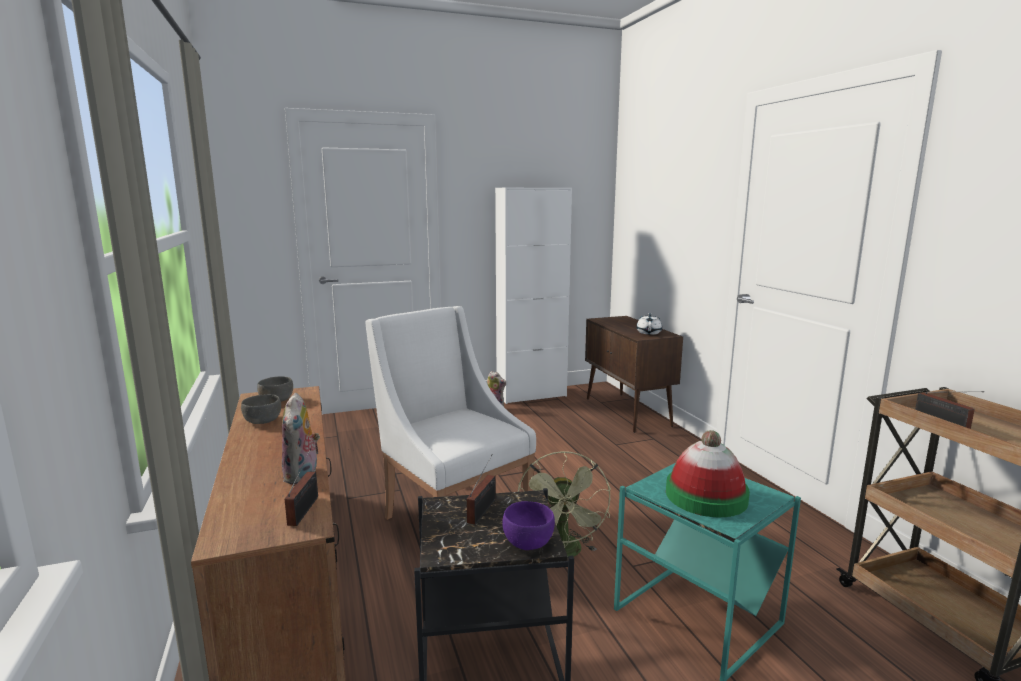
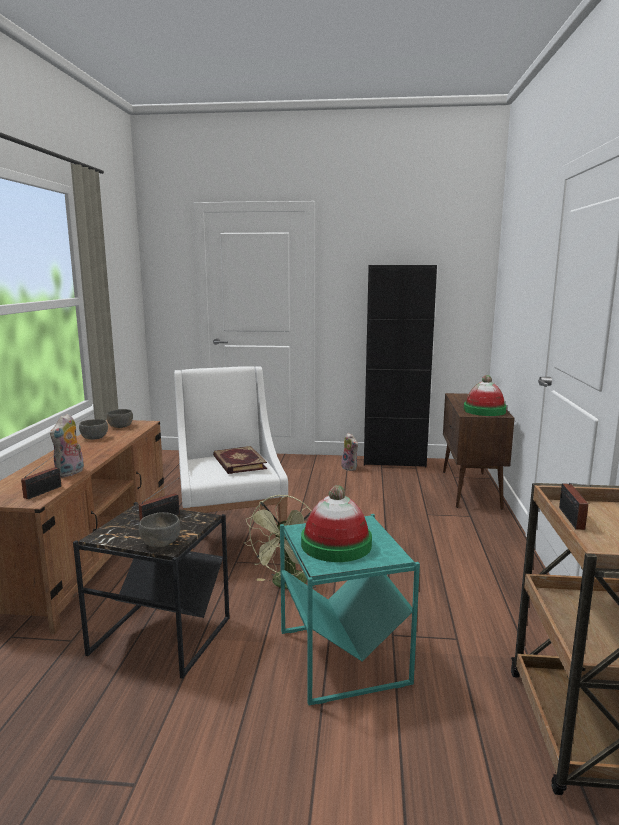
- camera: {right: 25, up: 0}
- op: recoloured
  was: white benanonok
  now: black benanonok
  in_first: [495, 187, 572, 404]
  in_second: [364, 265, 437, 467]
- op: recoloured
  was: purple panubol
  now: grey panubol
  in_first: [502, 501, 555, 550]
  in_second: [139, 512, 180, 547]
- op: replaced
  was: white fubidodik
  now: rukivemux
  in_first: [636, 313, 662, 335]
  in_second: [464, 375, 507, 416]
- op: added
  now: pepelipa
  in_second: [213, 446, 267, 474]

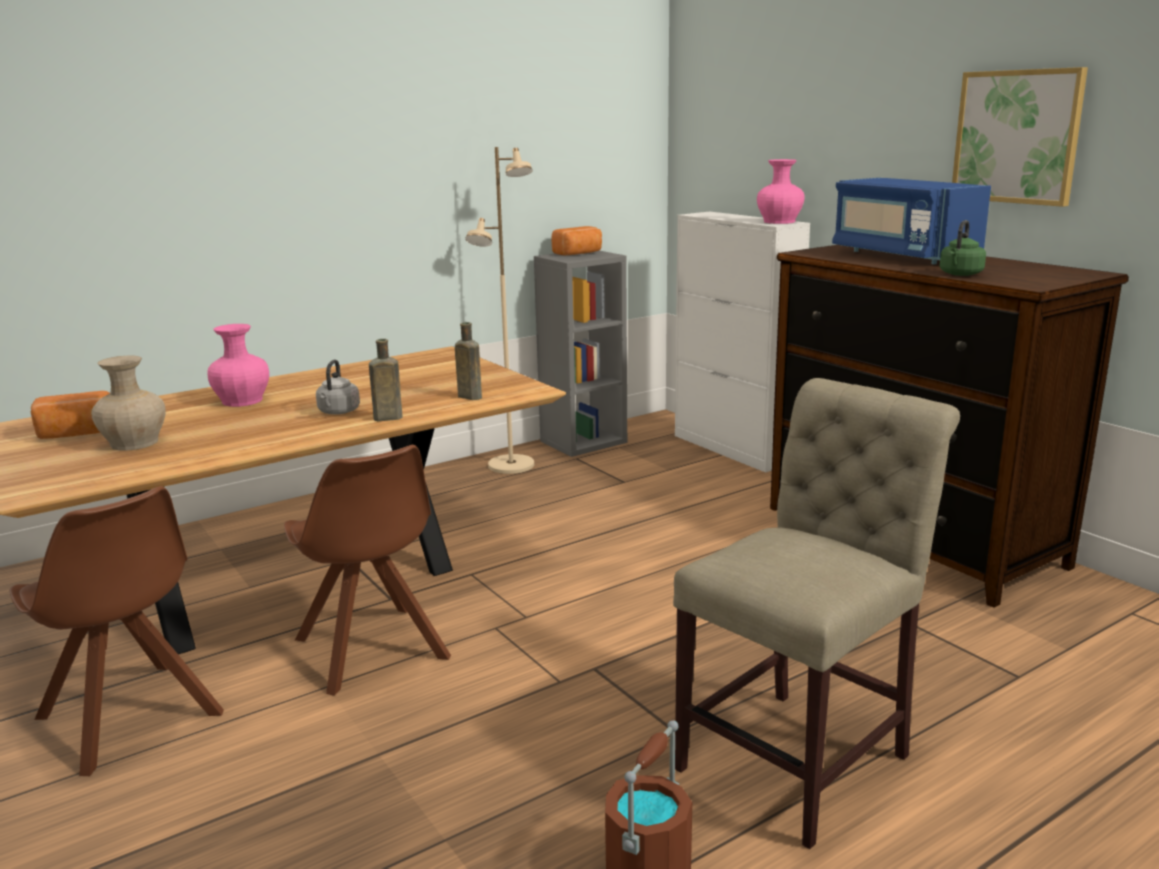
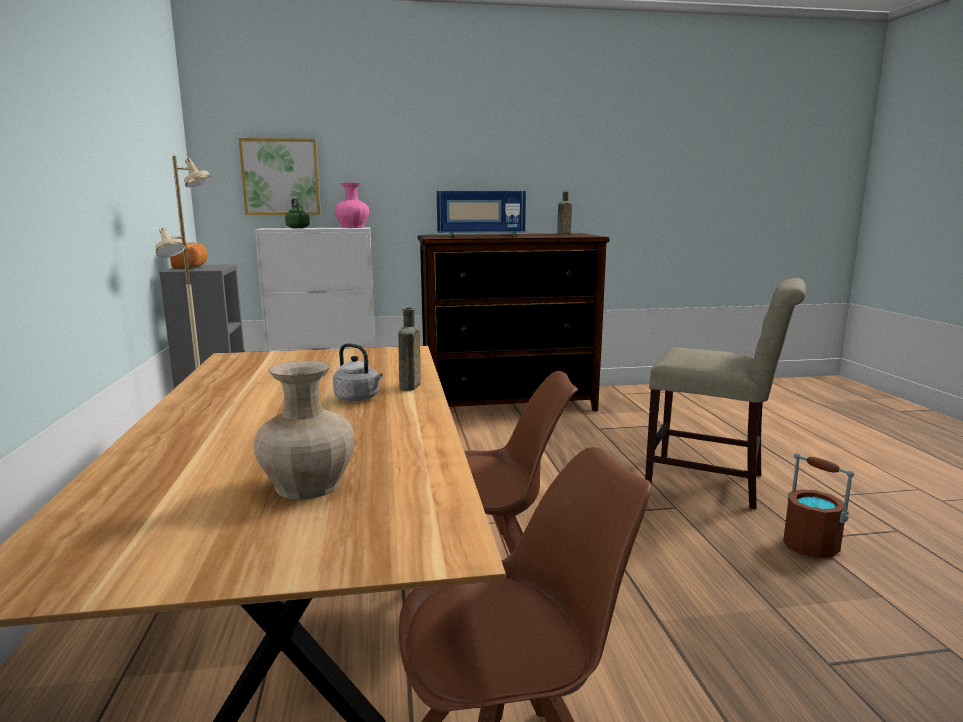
- camera: {right: -65, up: -5}
- op: removed
  was: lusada
  in_first: [31, 391, 110, 439]
- op: removed
  was: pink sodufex
  in_first: [207, 324, 269, 407]
- op: moved
  was: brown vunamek
  in_first: [455, 322, 482, 400]
  in_second: [557, 191, 572, 235]
- op: turned
  was: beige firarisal
  in_first: [673, 378, 960, 849]
  in_second: [645, 278, 806, 509]
  clockwise: 135
- op: moved
  was: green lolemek
  in_first: [940, 220, 986, 276]
  in_second: [285, 198, 310, 228]
- op: moved
  was: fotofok
  in_first: [952, 67, 1088, 207]
  in_second: [238, 138, 321, 215]

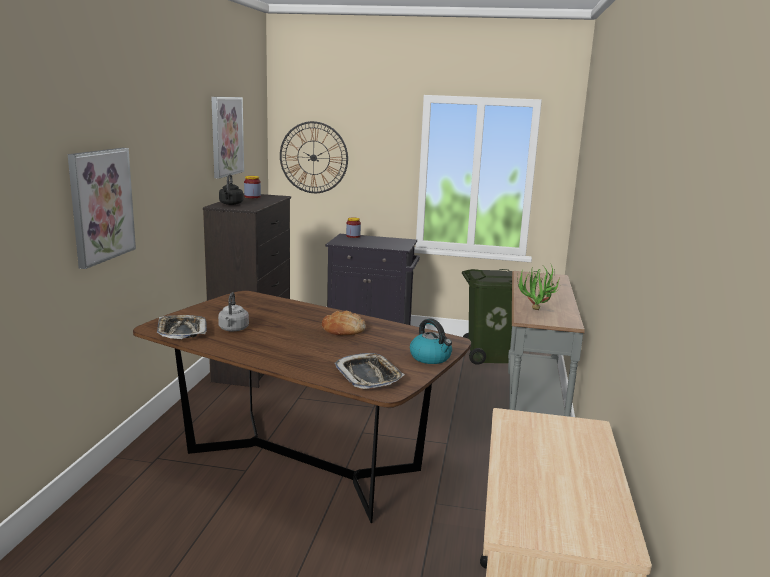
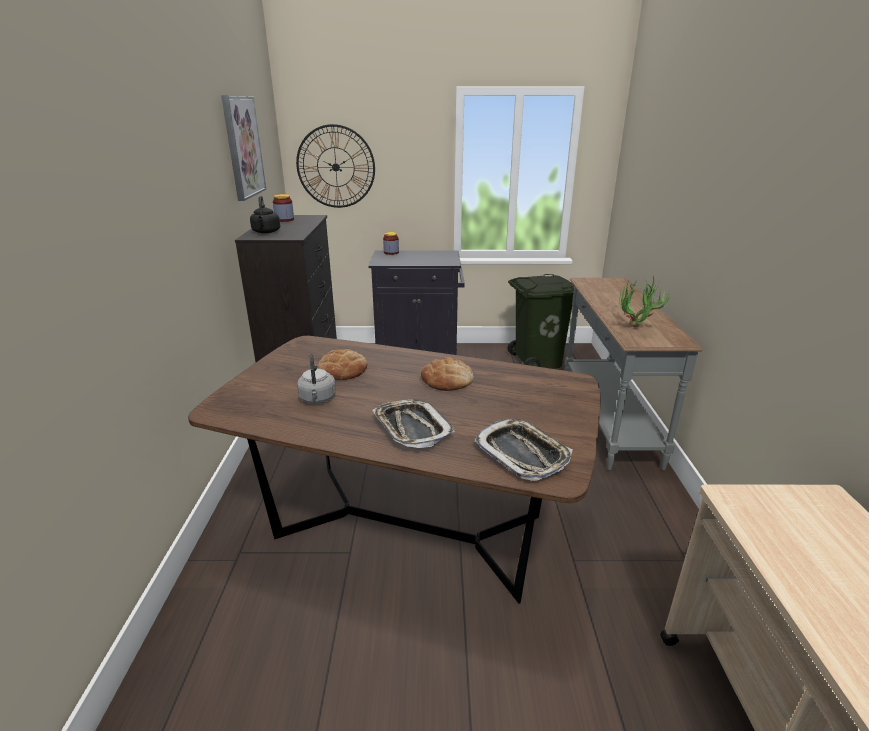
- camera: {right: -10, up: 10}
- op: removed
  was: fotofok
  in_first: [68, 148, 136, 269]
- op: moved
  was: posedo
  in_first: [157, 315, 207, 339]
  in_second: [372, 399, 455, 448]
- op: removed
  was: lolemek
  in_first: [410, 319, 452, 364]
- op: added
  now: lusada
  in_second: [318, 349, 368, 380]

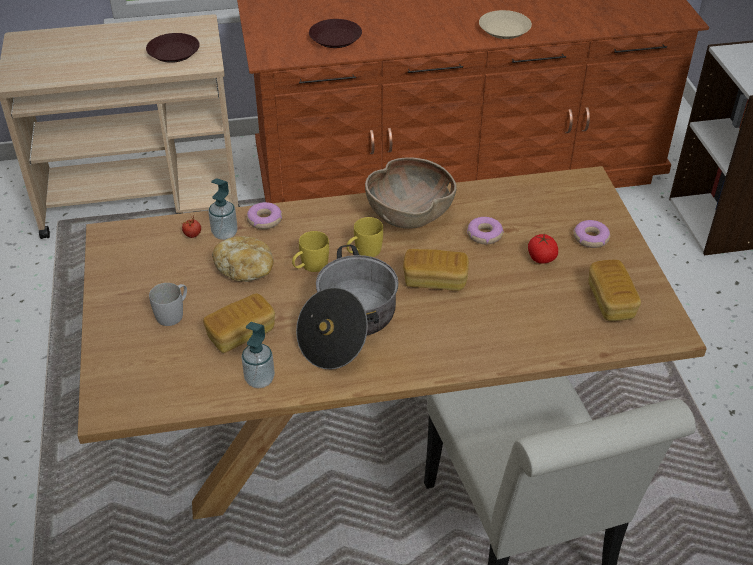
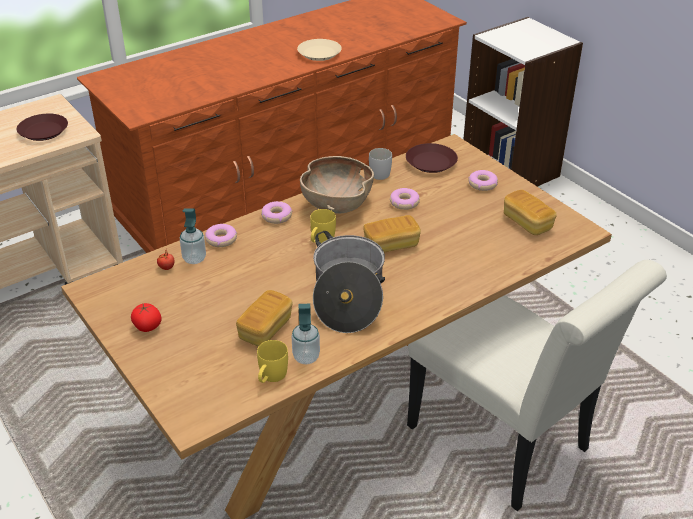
- camera: {right: -25, up: -5}
- op: moved
  was: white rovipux
  in_first: [149, 283, 187, 326]
  in_second: [369, 148, 392, 180]
- op: removed
  was: lusada
  in_first: [212, 236, 274, 282]
- op: moved
  was: yellow rovipux
  in_first: [292, 231, 329, 272]
  in_second: [257, 340, 288, 383]
- op: moved
  was: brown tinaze
  in_first: [309, 19, 362, 48]
  in_second: [406, 143, 458, 173]
- op: moved
  was: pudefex
  in_first: [528, 234, 558, 264]
  in_second: [131, 303, 162, 332]
- op: added
  now: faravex
  in_second: [261, 201, 292, 224]

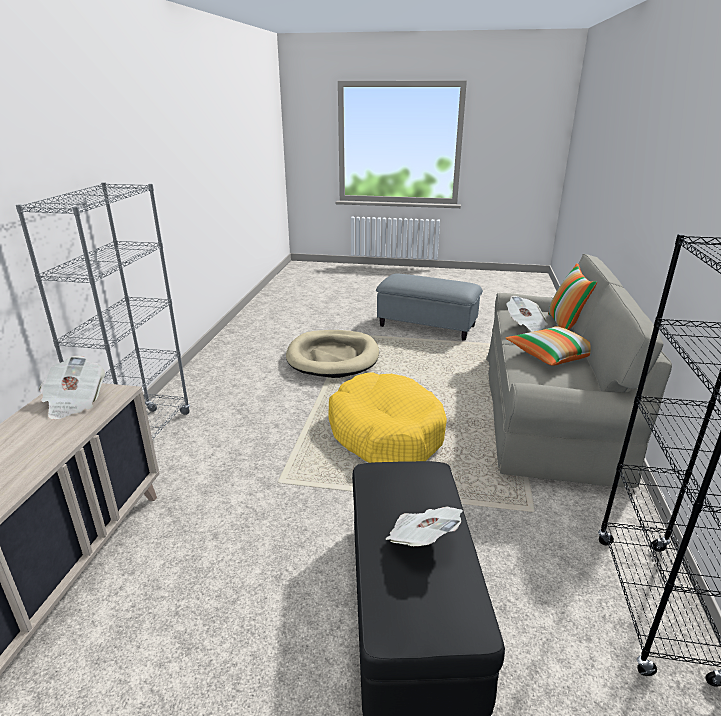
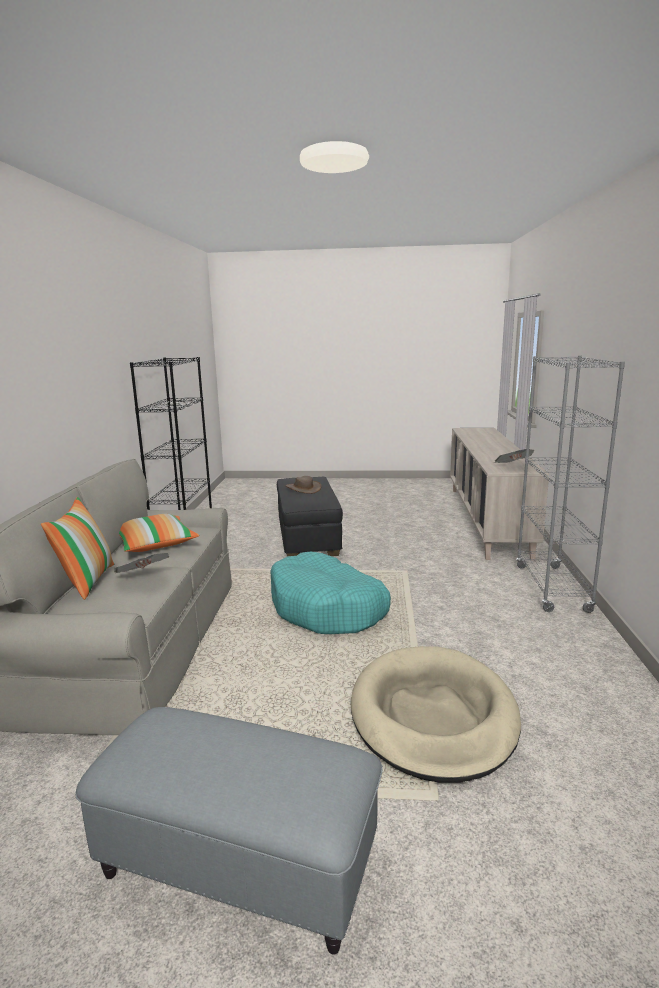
- camera: {right: 175, up: -10}
- op: recoloured
  was: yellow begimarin
  now: turquoise begimarin
  in_first: [329, 372, 447, 463]
  in_second: [270, 552, 391, 634]
- op: replaced
  was: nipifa
  now: brown rukivemux
  in_first: [385, 507, 463, 546]
  in_second: [285, 476, 321, 494]

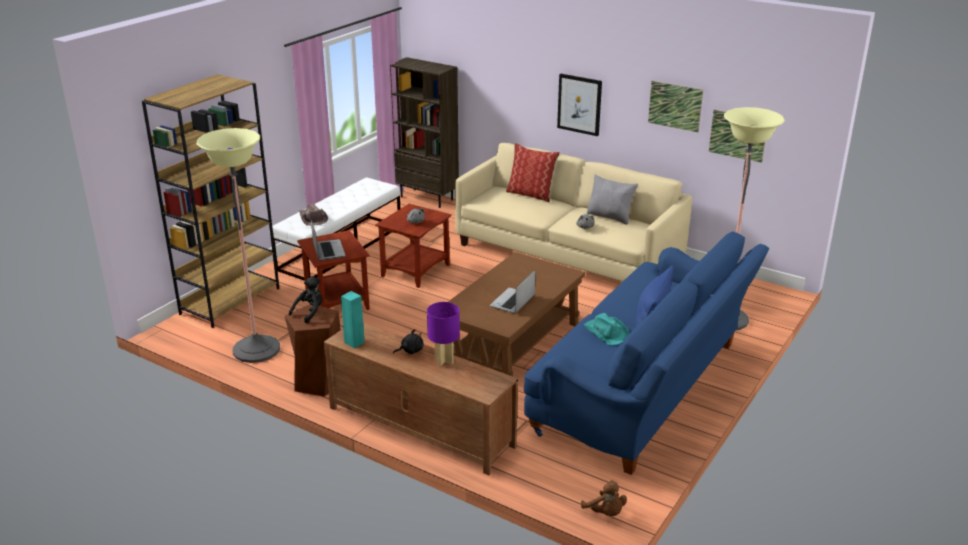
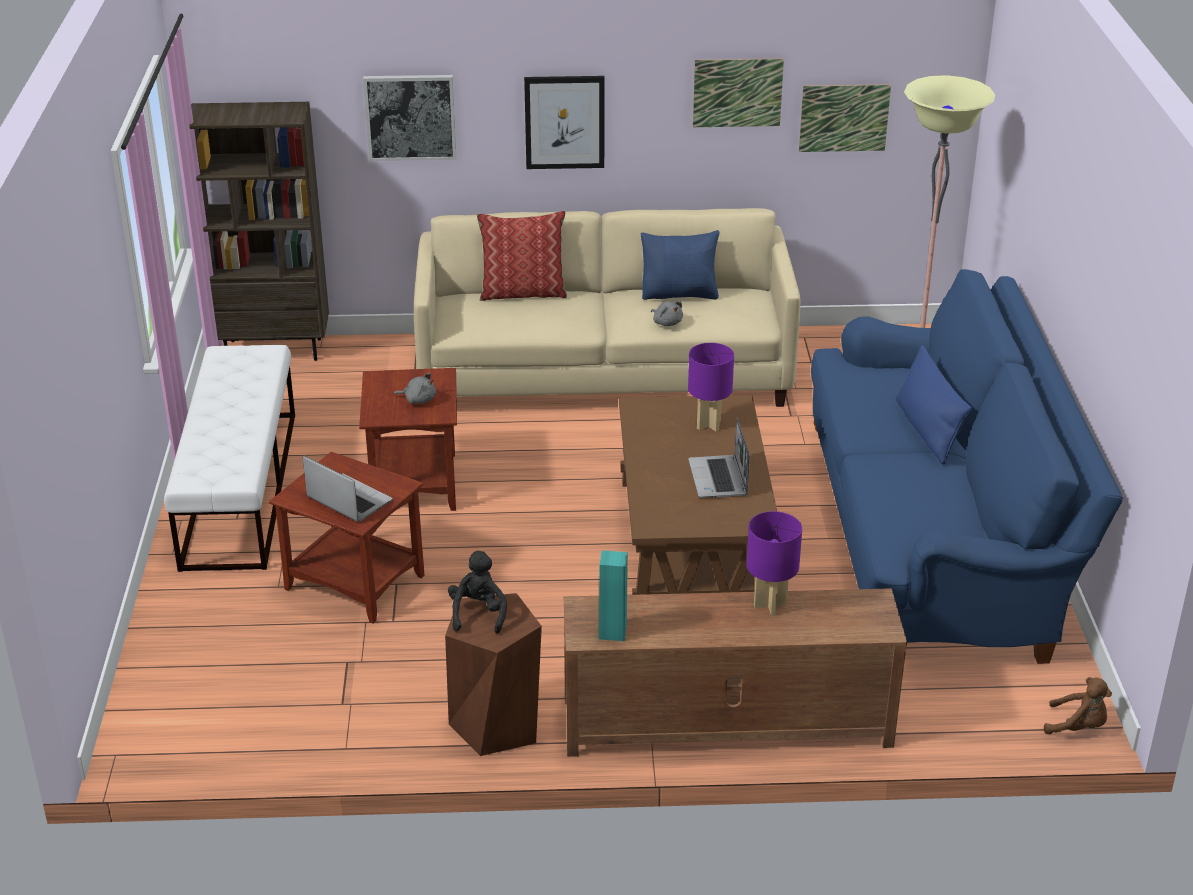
- camera: {right: -35, up: 5}
- op: removed
  was: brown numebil
  in_first: [142, 74, 280, 328]
- op: removed
  was: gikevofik
  in_first: [196, 128, 280, 363]
- op: removed
  was: brown rukivemux
  in_first: [299, 203, 328, 226]
- op: removed
  was: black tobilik
  in_first: [393, 329, 423, 354]
- op: removed
  was: turquoise rukivemux
  in_first: [584, 313, 630, 346]
- op: recoloured
  was: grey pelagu
  now: blue pelagu
  in_first: [587, 174, 638, 225]
  in_second: [641, 230, 719, 300]
- op: added
  now: fotofok
  in_second: [363, 75, 457, 161]
- op: added
  now: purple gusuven
  in_second: [688, 343, 734, 431]

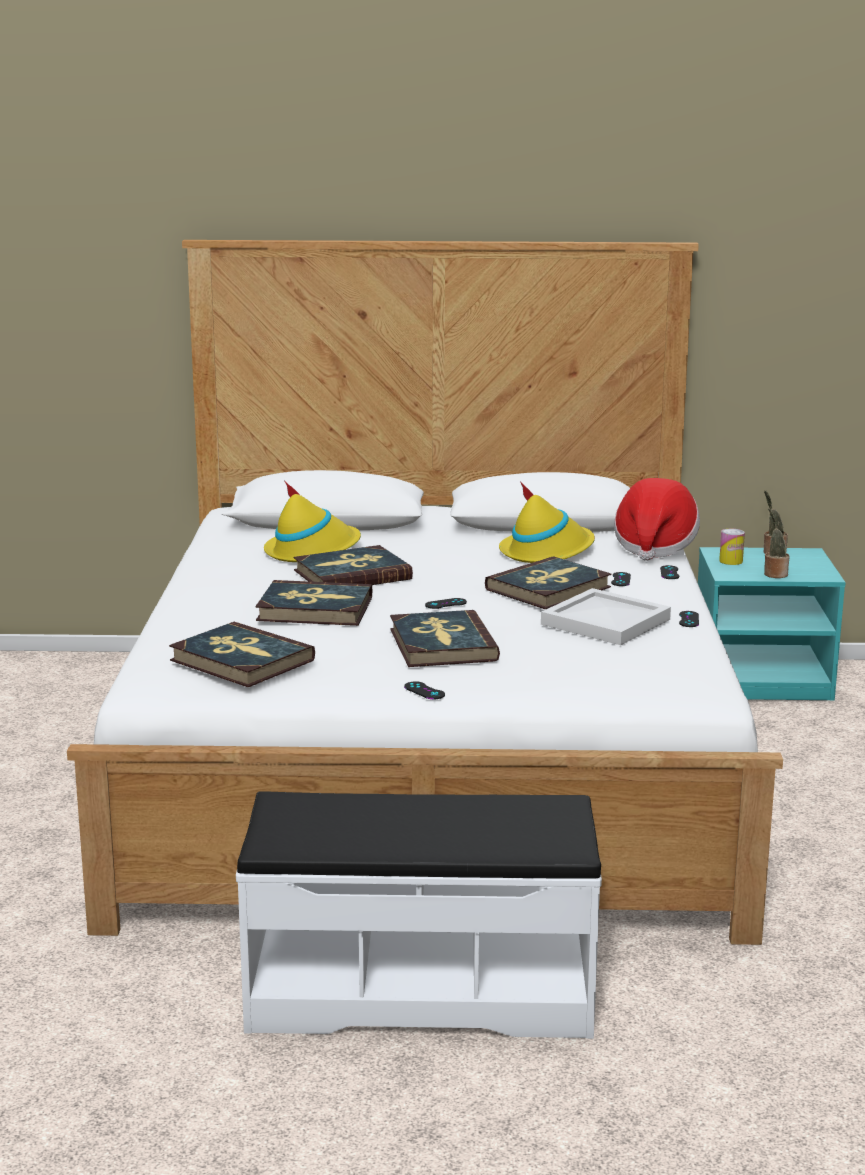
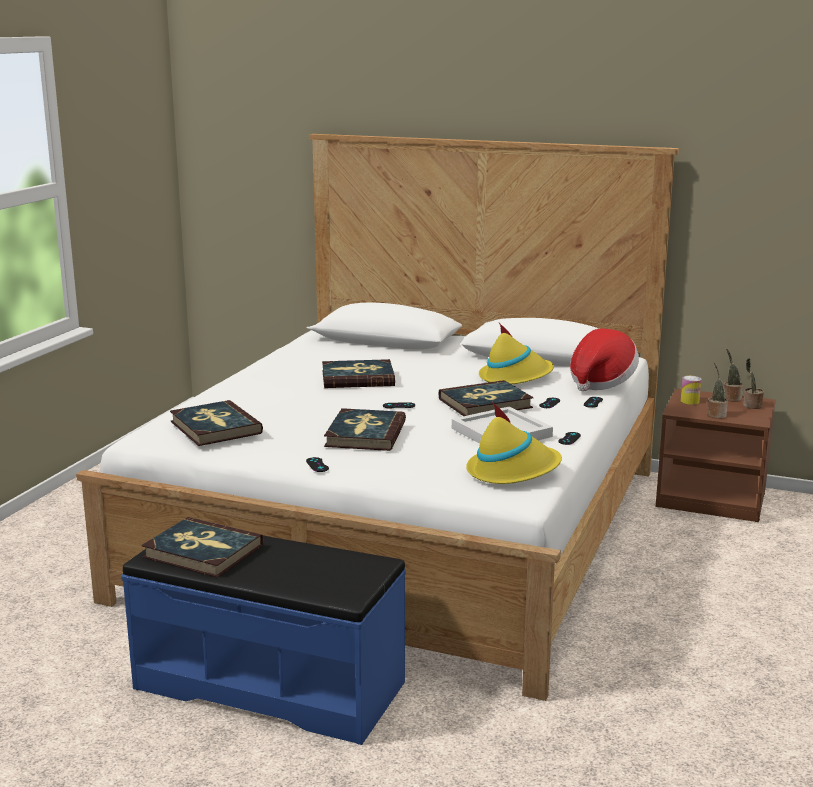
- camera: {right: 20, up: 0}
- op: recoloured
  was: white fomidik
  now: blue fomidik
  in_first: [236, 791, 602, 1039]
  in_second: [121, 535, 406, 745]
- op: moved
  was: pepelipa
  in_first: [255, 580, 372, 626]
  in_second: [142, 517, 263, 578]
- op: moved
  was: yellow rukivemux
  in_first: [264, 480, 361, 562]
  in_second: [466, 402, 562, 484]
- op: recoloured
  was: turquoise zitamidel
  now: brown zitamidel
  in_first: [698, 547, 846, 701]
  in_second: [656, 388, 776, 522]
- op: added
  now: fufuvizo
  in_second: [743, 358, 764, 409]

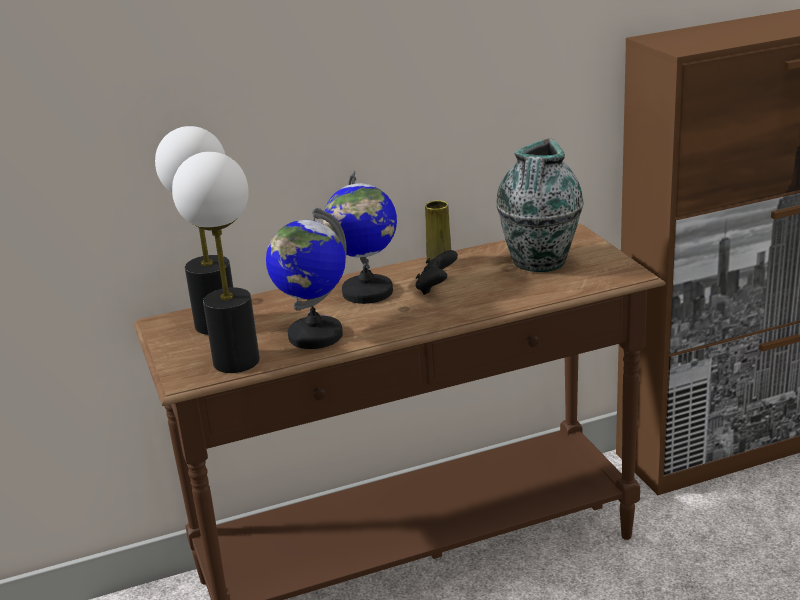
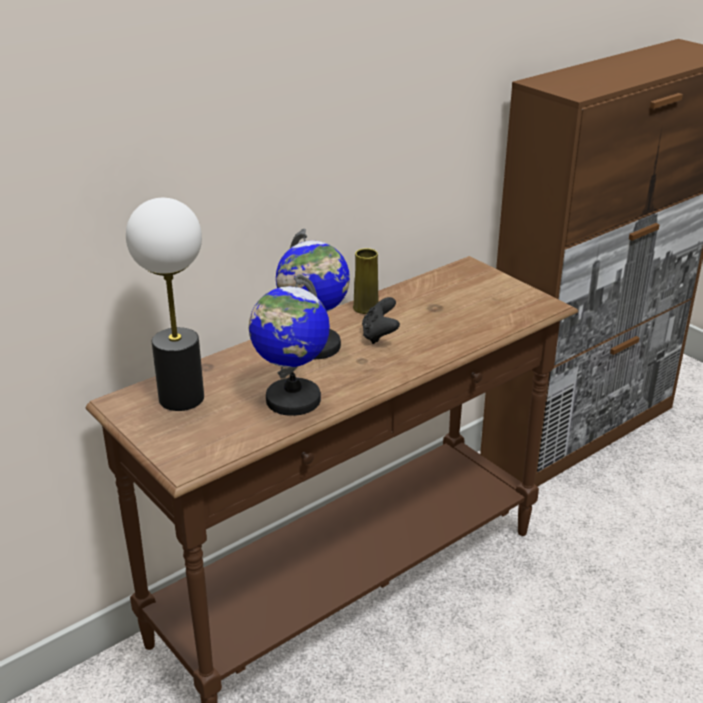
- camera: {right: -20, up: 5}
- op: removed
  was: gusuven
  in_first: [172, 152, 260, 373]
- op: removed
  was: sodufex
  in_first: [496, 138, 584, 272]

